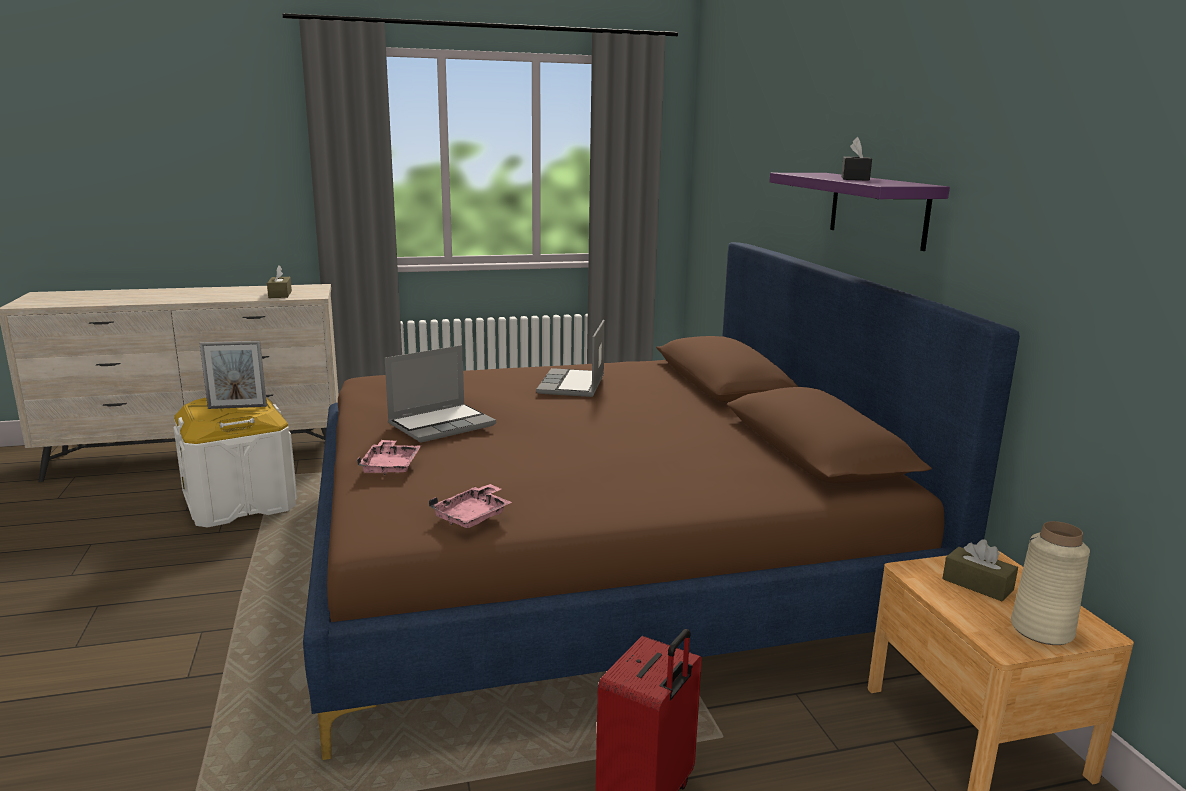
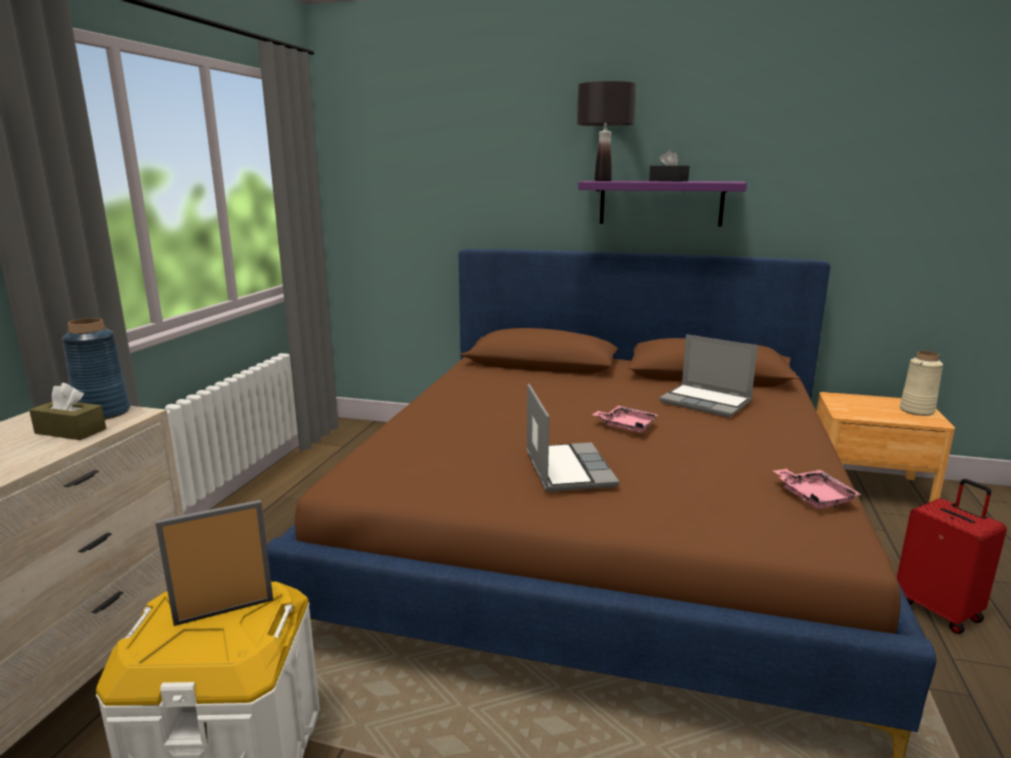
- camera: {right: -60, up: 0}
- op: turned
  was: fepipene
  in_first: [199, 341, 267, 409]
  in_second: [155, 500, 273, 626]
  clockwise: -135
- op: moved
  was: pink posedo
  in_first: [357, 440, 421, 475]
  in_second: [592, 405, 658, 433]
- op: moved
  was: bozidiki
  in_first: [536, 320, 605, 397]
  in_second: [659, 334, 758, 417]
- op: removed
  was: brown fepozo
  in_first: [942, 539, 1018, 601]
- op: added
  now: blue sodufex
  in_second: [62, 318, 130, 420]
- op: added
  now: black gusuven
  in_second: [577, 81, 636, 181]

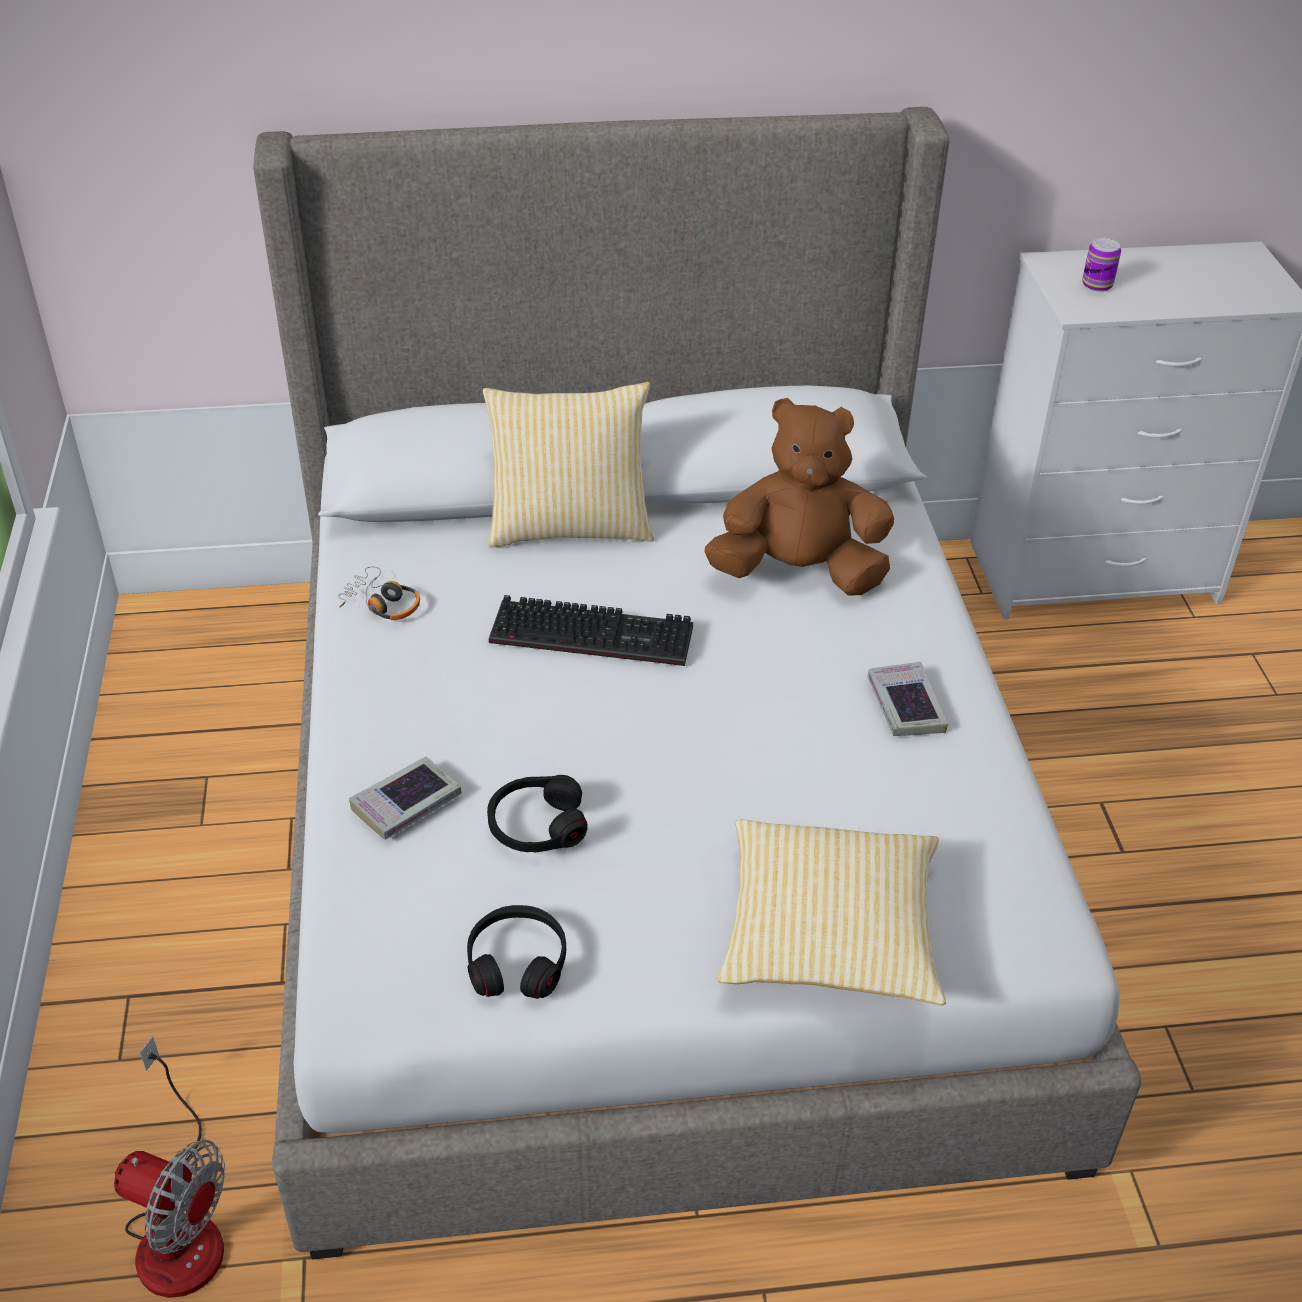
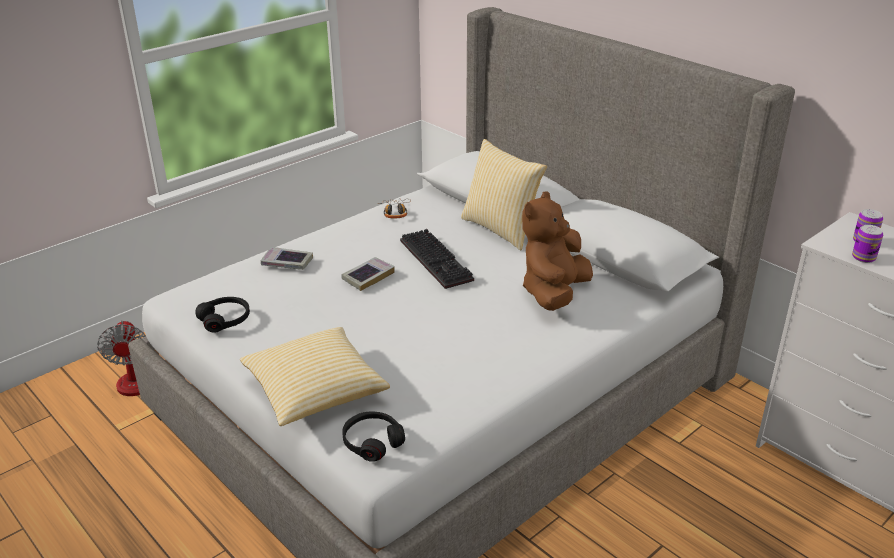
- camera: {right: 55, up: -10}
- op: moved
  was: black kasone
  in_first: [487, 775, 587, 852]
  in_second: [342, 412, 405, 462]
- op: turned
  was: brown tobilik
  in_first: [704, 398, 894, 596]
  in_second: [522, 191, 593, 311]
  clockwise: -120
- op: moved
  was: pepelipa
  in_first: [867, 662, 948, 736]
  in_second: [341, 257, 395, 291]
- op: added
  now: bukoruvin
  in_second: [852, 225, 883, 263]

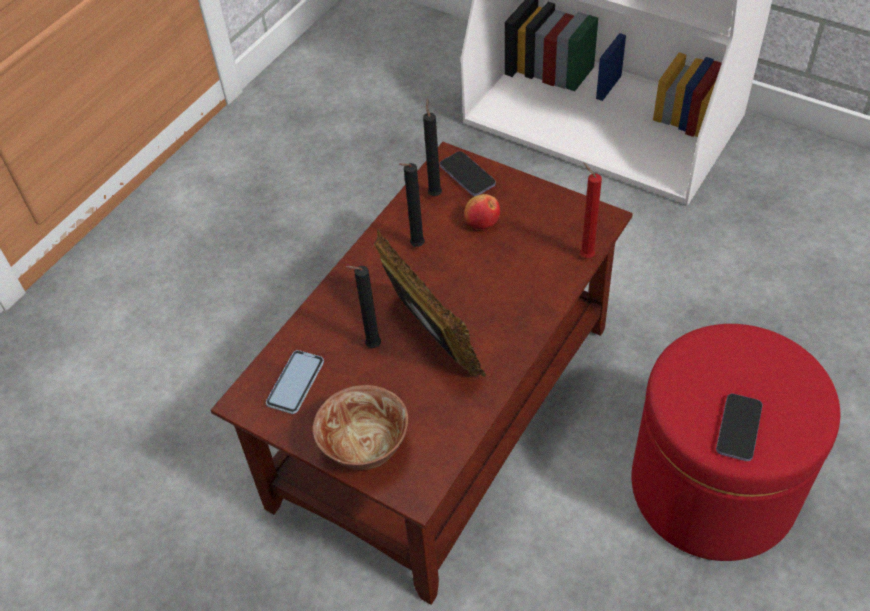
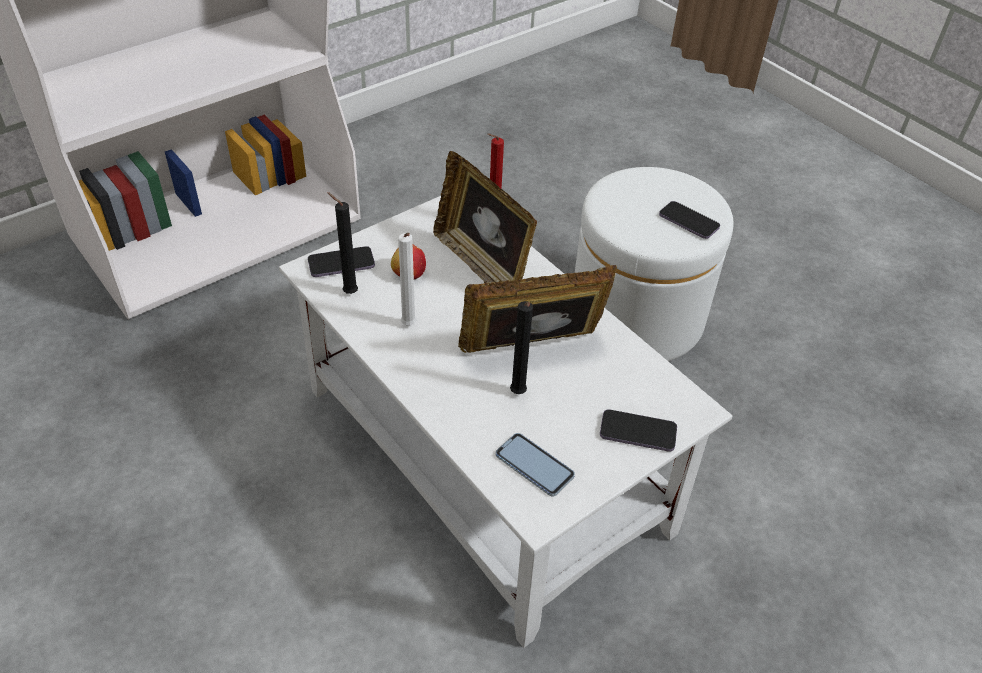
- camera: {right: -75, up: -5}
- op: recoloured
  was: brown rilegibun
  now: white rilegibun
  in_first: [211, 142, 633, 605]
  in_second: [279, 196, 732, 648]
- op: replaced
  was: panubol
  now: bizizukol
  in_first: [313, 385, 409, 470]
  in_second: [600, 409, 677, 452]
- op: recoloured
  was: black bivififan
  now: white bivififan
  in_first: [398, 163, 425, 247]
  in_second: [398, 233, 417, 326]
- op: recoloured
  was: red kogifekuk
  now: white kogifekuk
  in_first: [631, 324, 840, 561]
  in_second: [575, 167, 734, 361]
- op: added
  now: fepipene
  in_second: [433, 151, 537, 283]

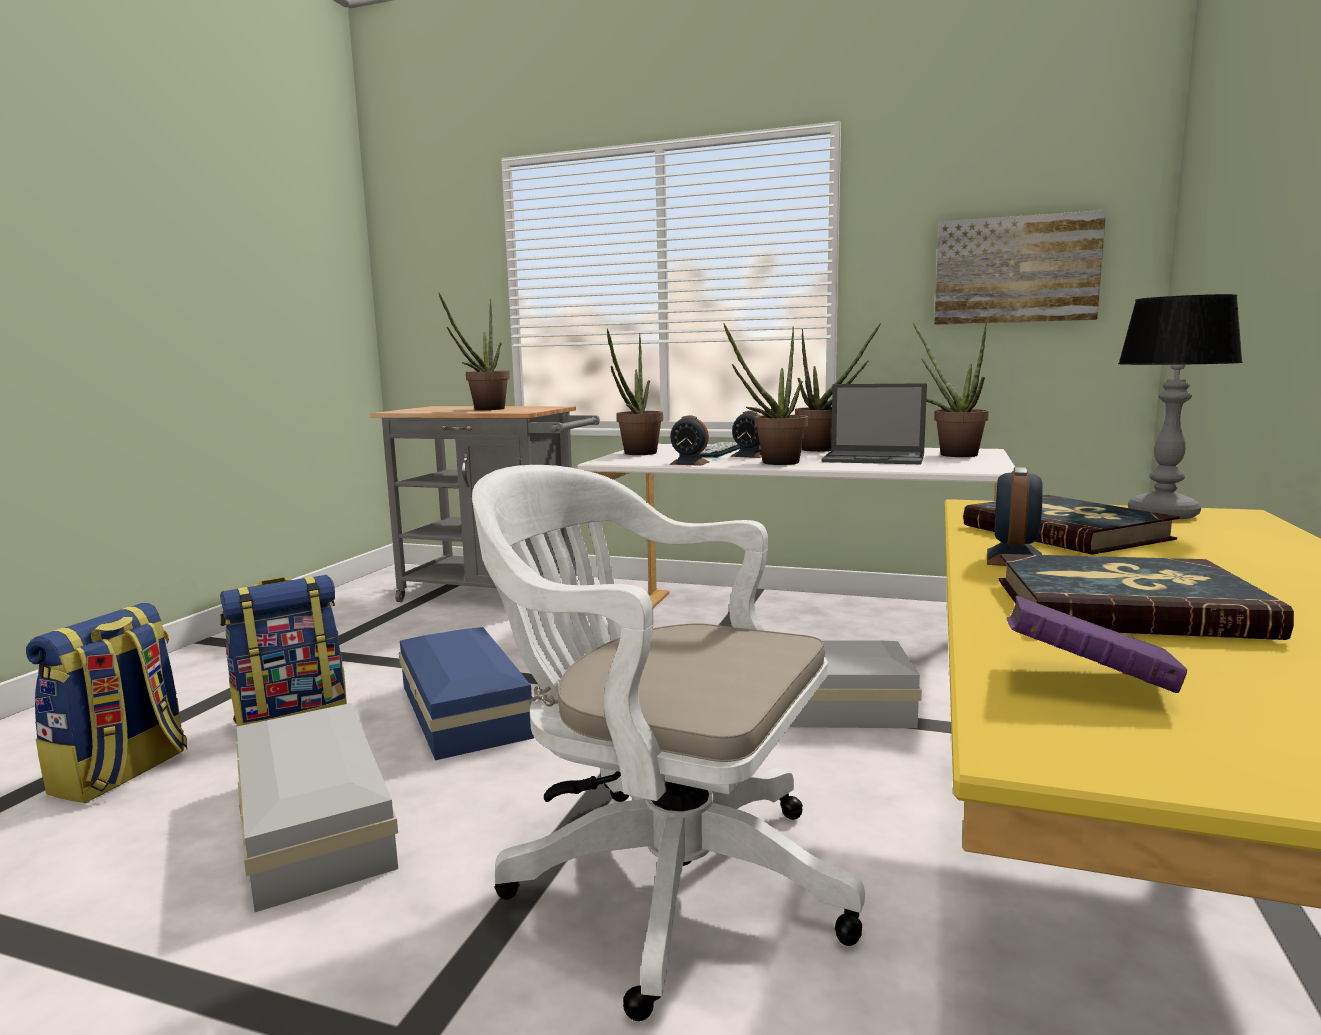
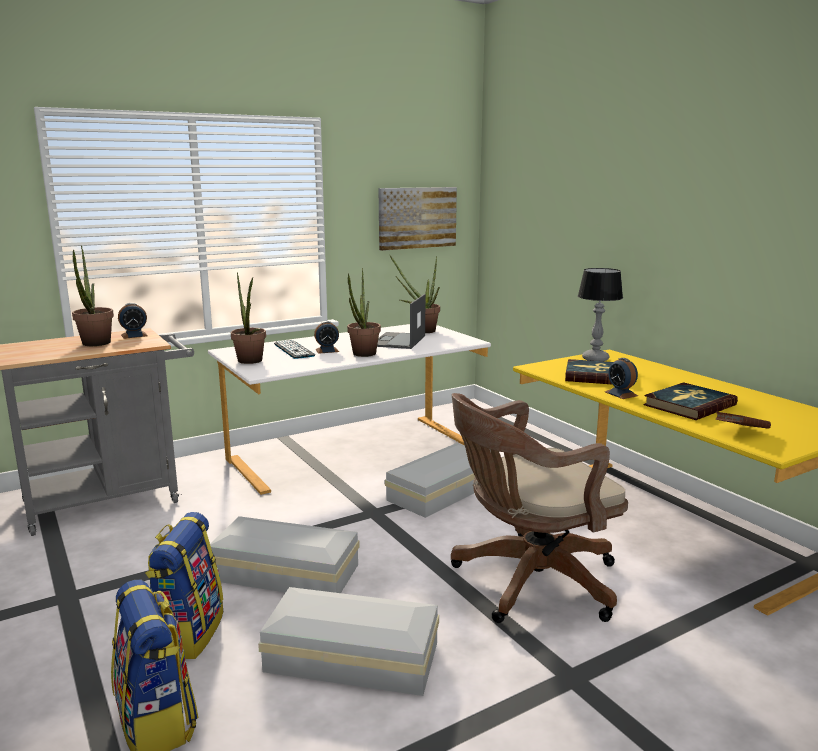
- camera: {right: -50, up: 5}
- op: recoloured
  was: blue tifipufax
  now: white tifipufax
  in_first: [399, 627, 534, 760]
  in_second: [210, 516, 360, 593]
- op: recoloured
  was: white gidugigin
  now: brown gidugigin
  in_first: [472, 465, 865, 1021]
  in_second: [451, 393, 628, 623]
- op: moved
  was: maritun
  in_first: [670, 415, 710, 466]
  in_second: [118, 303, 148, 339]
- op: removed
  was: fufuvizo
  in_first: [795, 324, 880, 452]
- op: turned
  was: bozidiki
  in_first: [821, 383, 927, 464]
  in_second: [377, 294, 425, 349]
  clockwise: 135
- op: recoloured
  was: purple pepelipa
  now: brown pepelipa
  in_first: [1007, 596, 1187, 693]
  in_second: [716, 412, 771, 429]

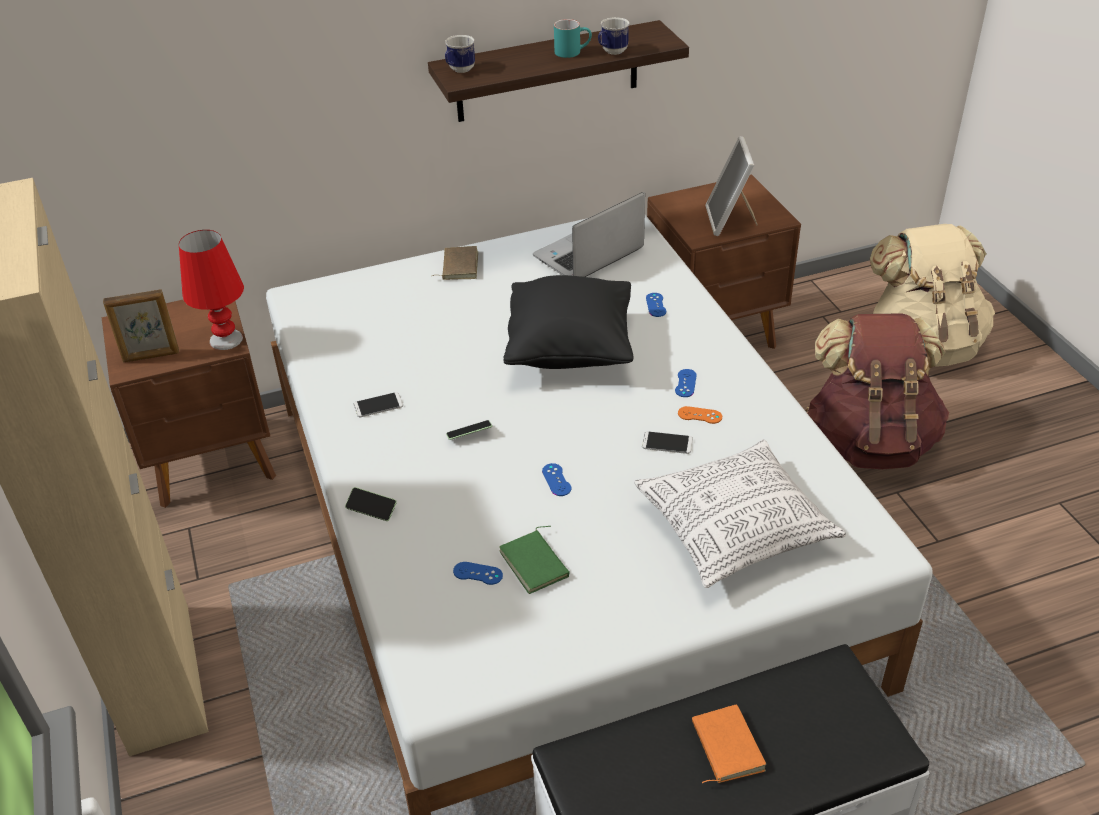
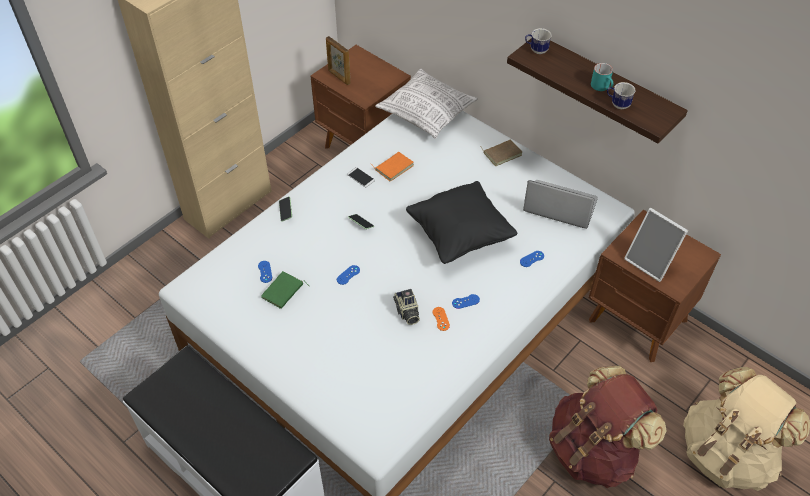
- camera: {right: 60, up: 10}
- op: removed
  was: red gusuven
  in_first: [179, 230, 244, 350]
- op: moved
  was: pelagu
  in_first: [634, 440, 846, 588]
  in_second: [375, 69, 478, 139]
- op: replaced
  was: bizizukol
  now: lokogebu
  in_first: [642, 431, 693, 454]
  in_second: [393, 289, 420, 325]
- op: moved
  was: orange pepelipa
  in_first: [692, 704, 766, 783]
  in_second: [371, 152, 414, 181]
- op: turned
  was: fepipene
  in_first: [705, 136, 758, 236]
  in_second: [624, 208, 688, 282]
  clockwise: -105

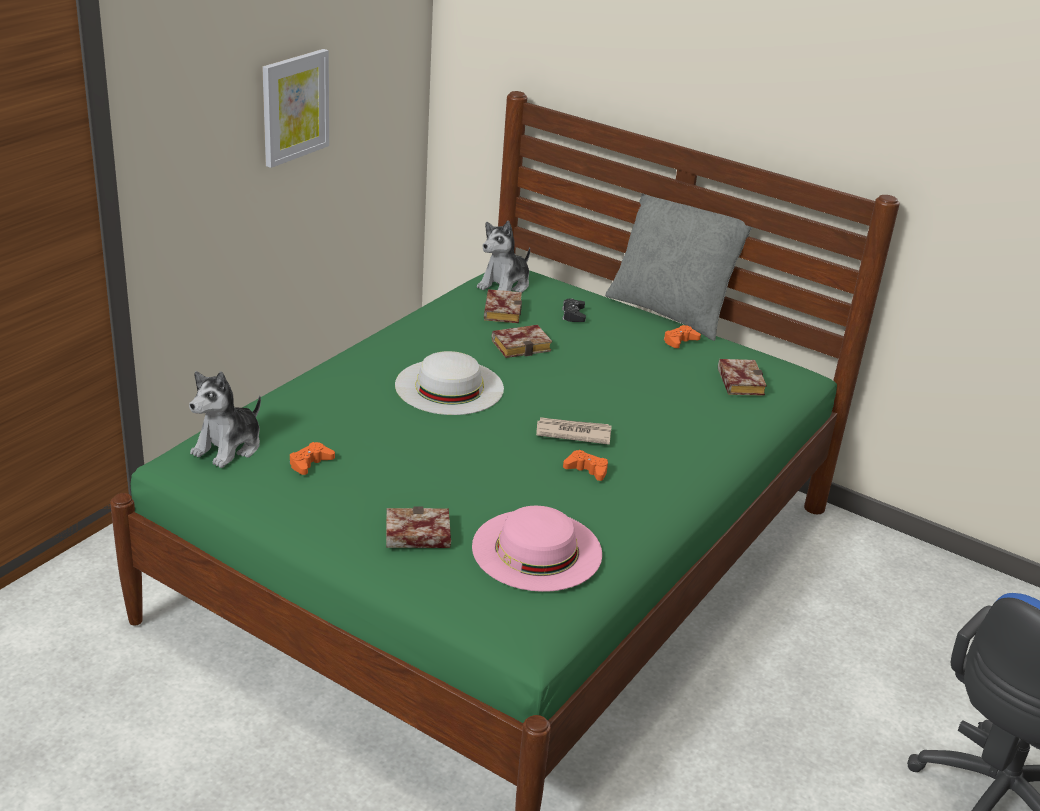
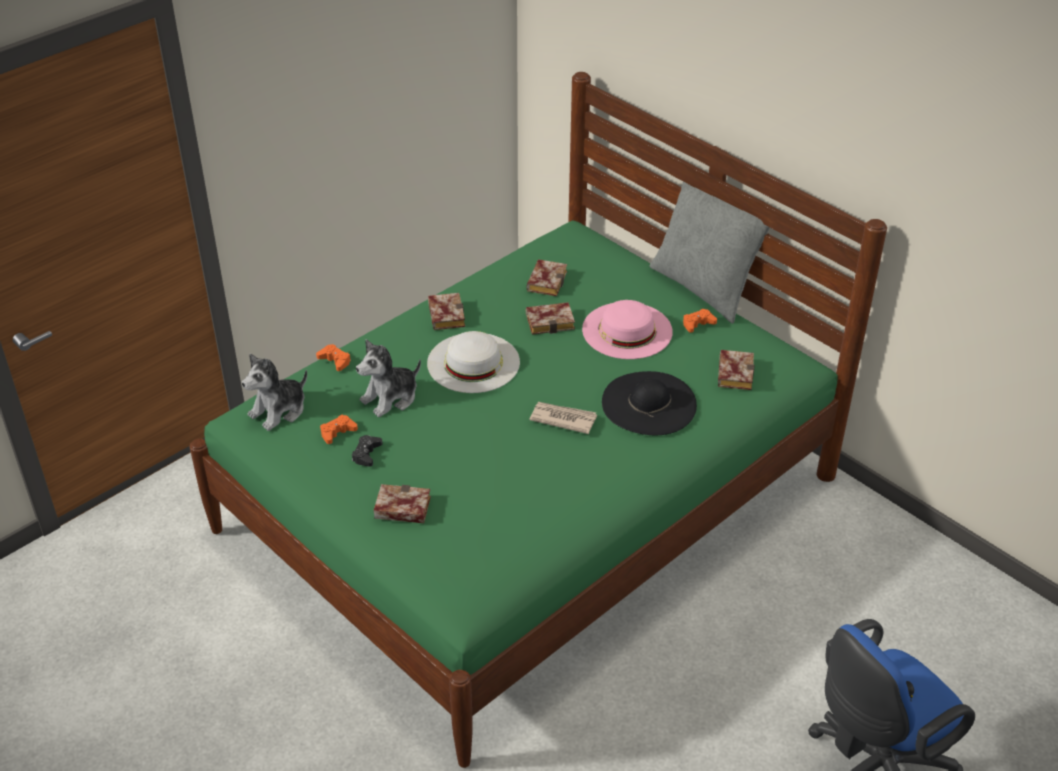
- camera: {right: 15, up: 10}
- op: removed
  was: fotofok
  in_first: [262, 49, 329, 168]
- op: moved
  was: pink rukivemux
  in_first: [472, 506, 602, 592]
  in_second: [582, 300, 673, 359]
- op: moved
  was: tobilik
  in_first: [477, 221, 530, 293]
  in_second: [356, 339, 421, 417]
- op: moved
  was: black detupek
  in_first: [562, 298, 586, 322]
  in_second: [352, 435, 383, 467]
- op: moved
  was: orange detupek
  in_first: [563, 450, 608, 481]
  in_second: [316, 344, 351, 371]
- op: added
  now: pepelipa
  in_second: [428, 293, 465, 330]
- op: added
  now: black rukivemux
  in_second: [602, 371, 697, 435]

